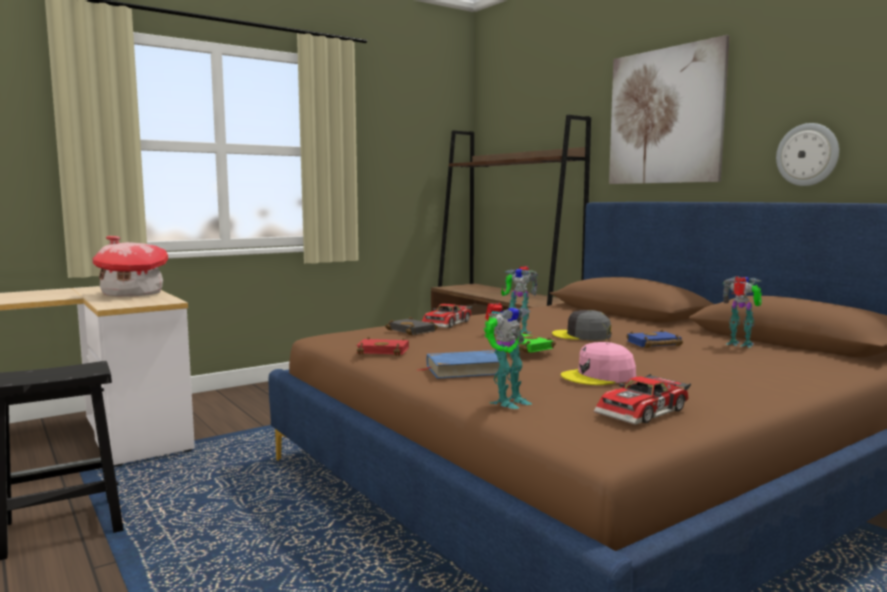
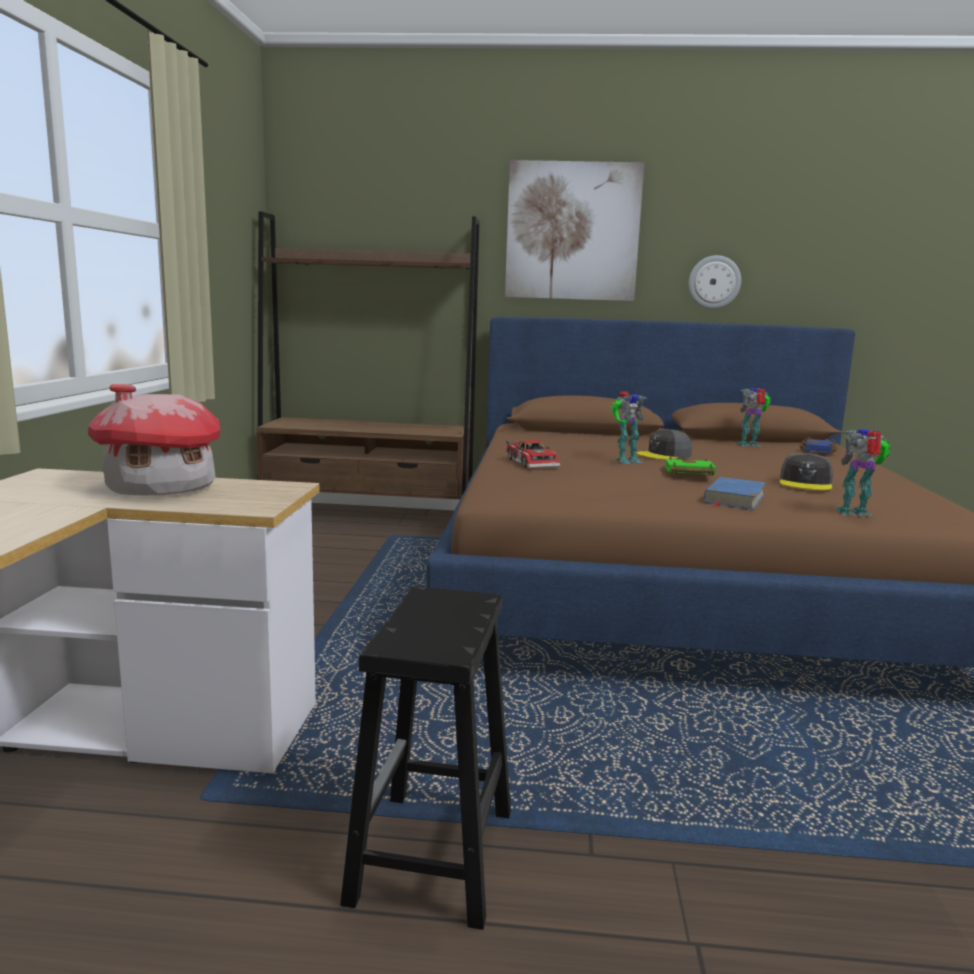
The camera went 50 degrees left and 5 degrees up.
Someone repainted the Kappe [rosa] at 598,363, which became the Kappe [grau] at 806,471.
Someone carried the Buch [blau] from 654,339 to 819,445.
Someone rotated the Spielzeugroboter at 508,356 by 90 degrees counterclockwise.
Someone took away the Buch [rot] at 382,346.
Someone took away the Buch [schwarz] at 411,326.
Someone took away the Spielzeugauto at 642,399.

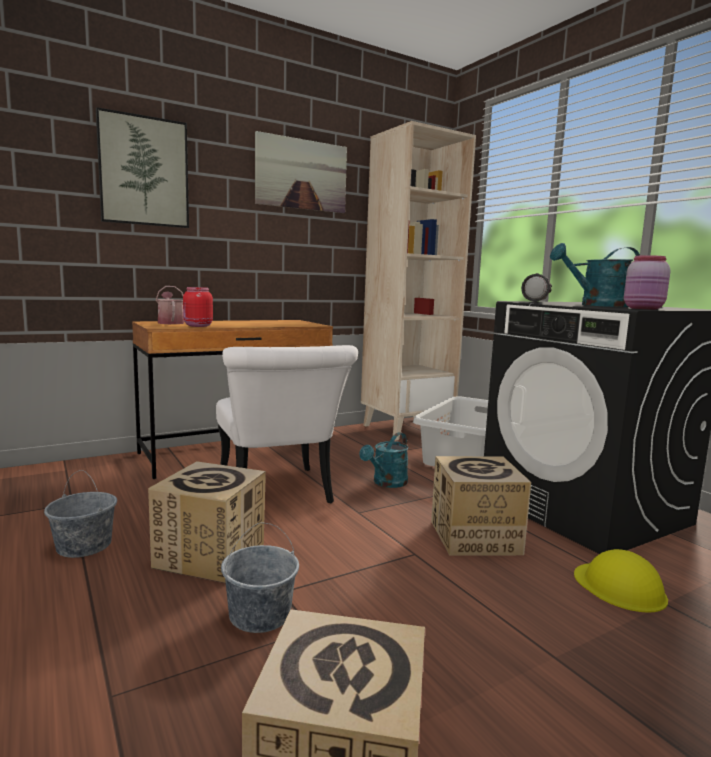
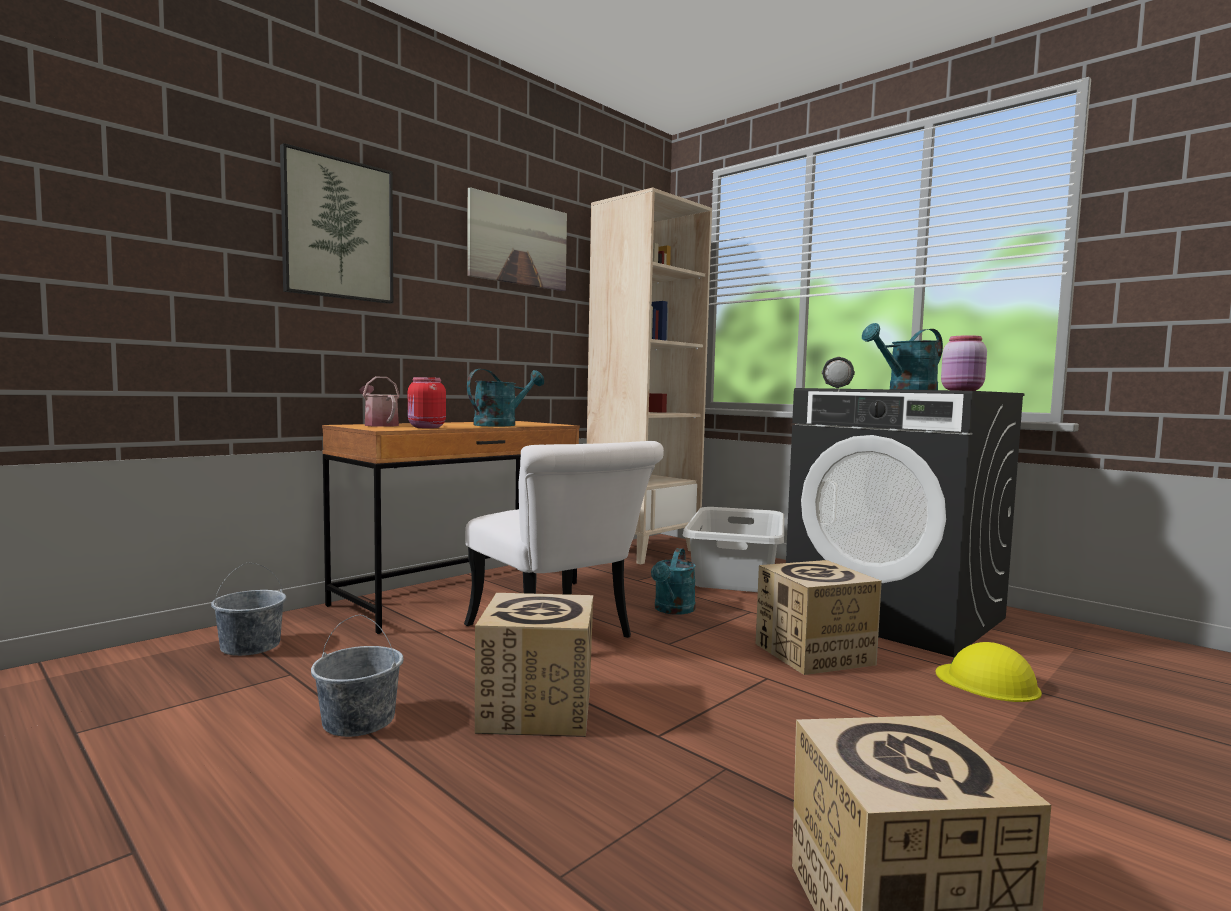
The camera went 15 degrees left and 5 degrees down.
Someone carried the Eimer [grau] from 260,578 to 248,609.
Someone put down the Gießkanne [türkis] at 505,397.

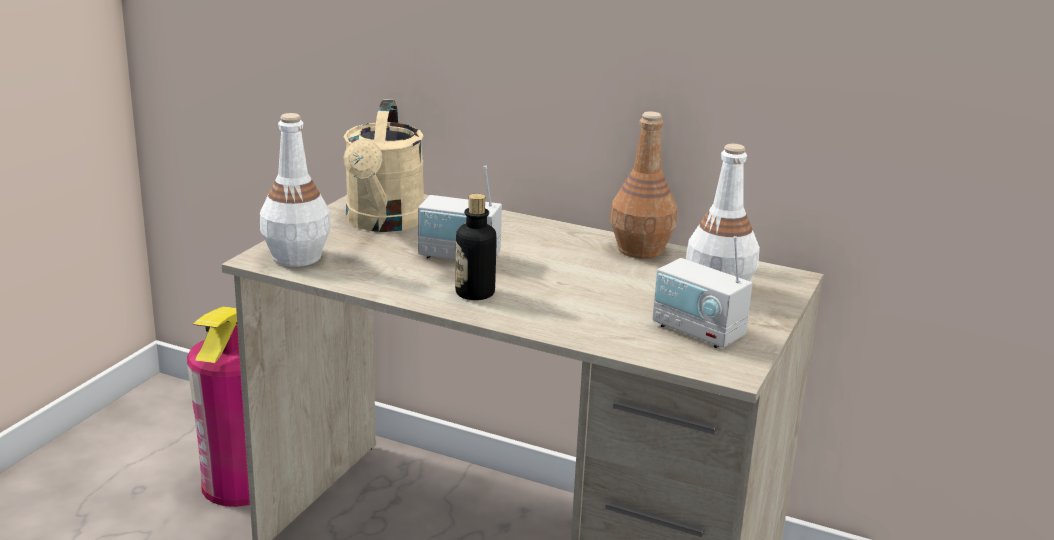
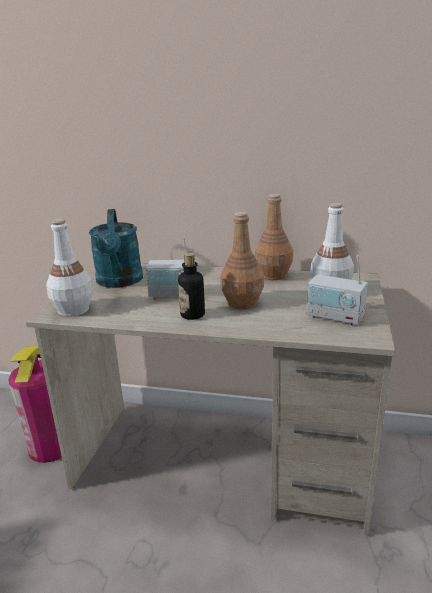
The camera went 10 degrees left and 0 degrees up.
Someone repainted the Gießkanne [beige] at 383,165, which became the Gießkanne [türkis] at 116,248.
Someone put down the Flasche [braun] at 242,260.

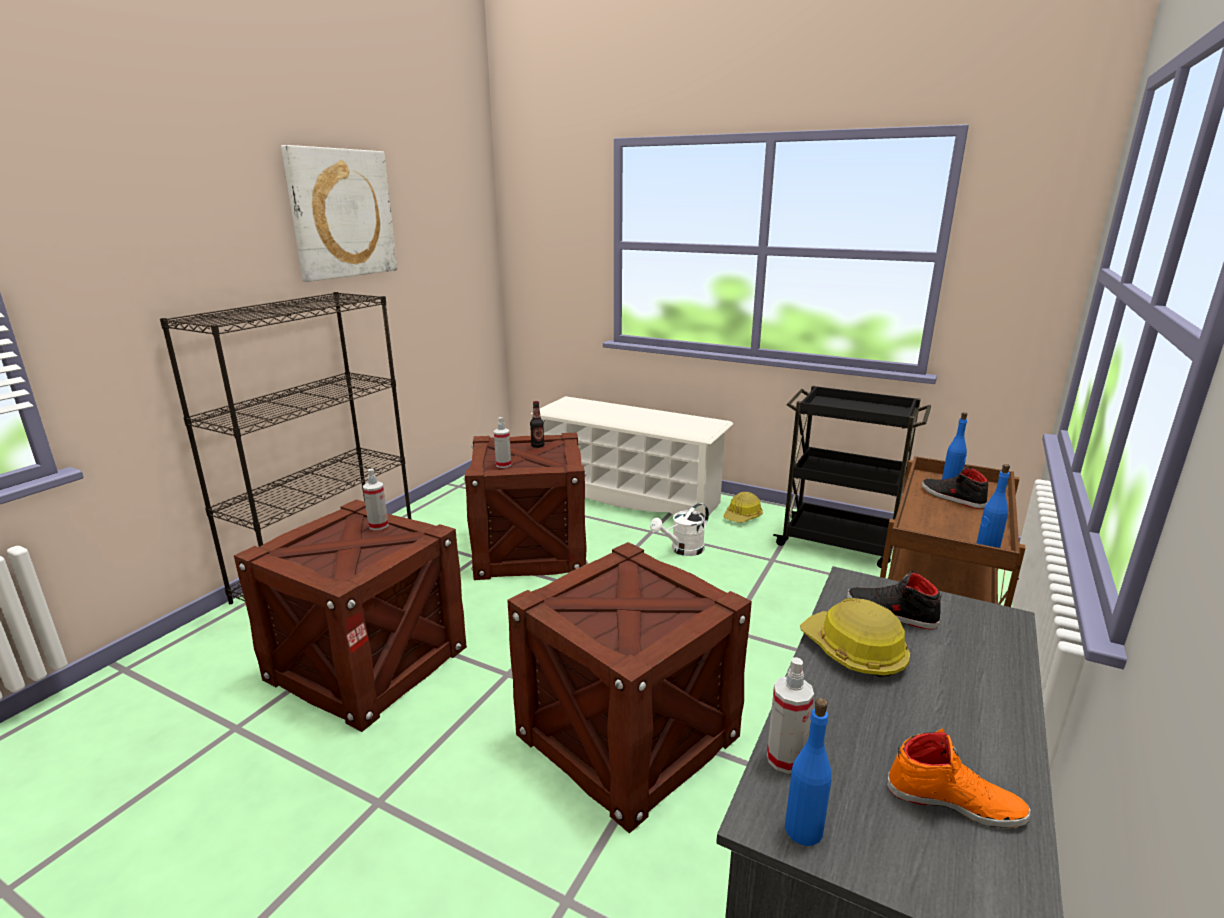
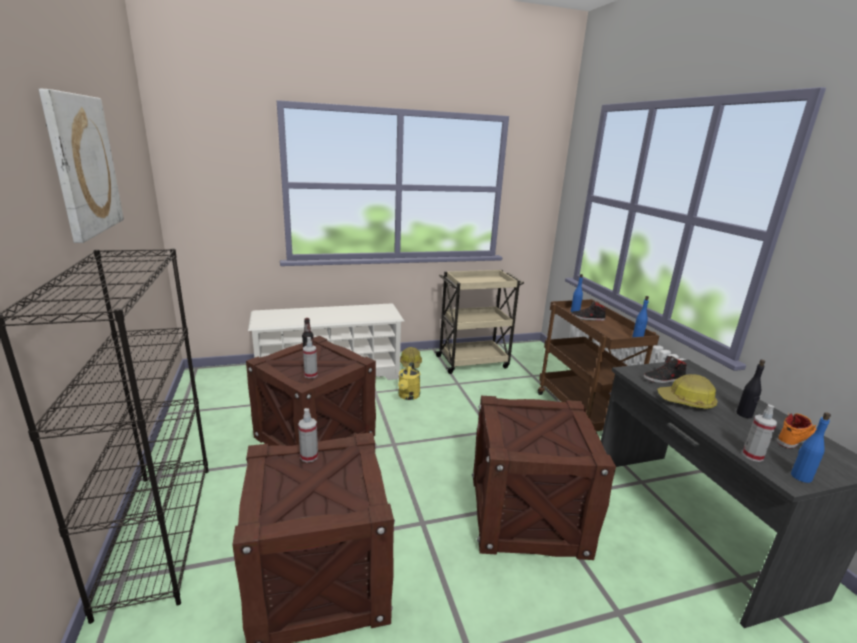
The camera went 45 degrees left and 0 degrees up.
Someone repainted the Gießkanne [weiß] at 679,529, which became the Gießkanne [gelb] at 409,381.
Someone repainted the Rollwagen [schwarz] at 852,477, which became the Rollwagen [beige] at 479,322.
Someone put down the Flasche [schwarz] at 750,389.

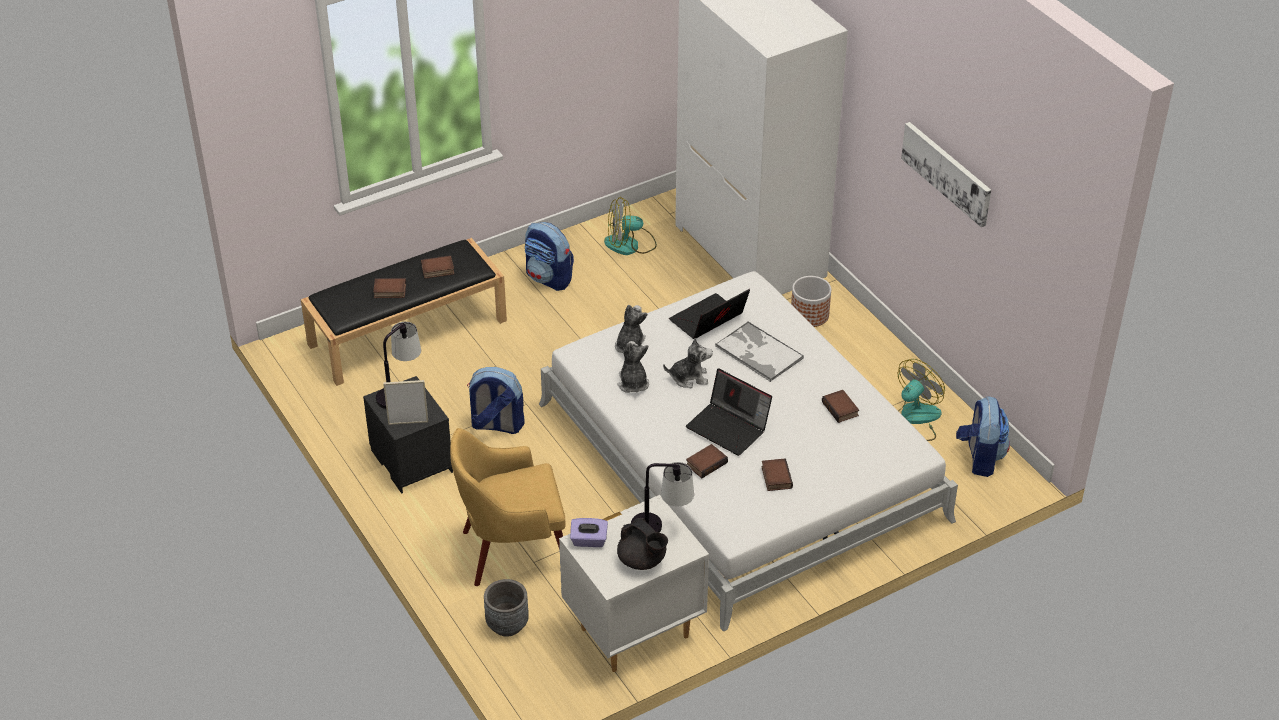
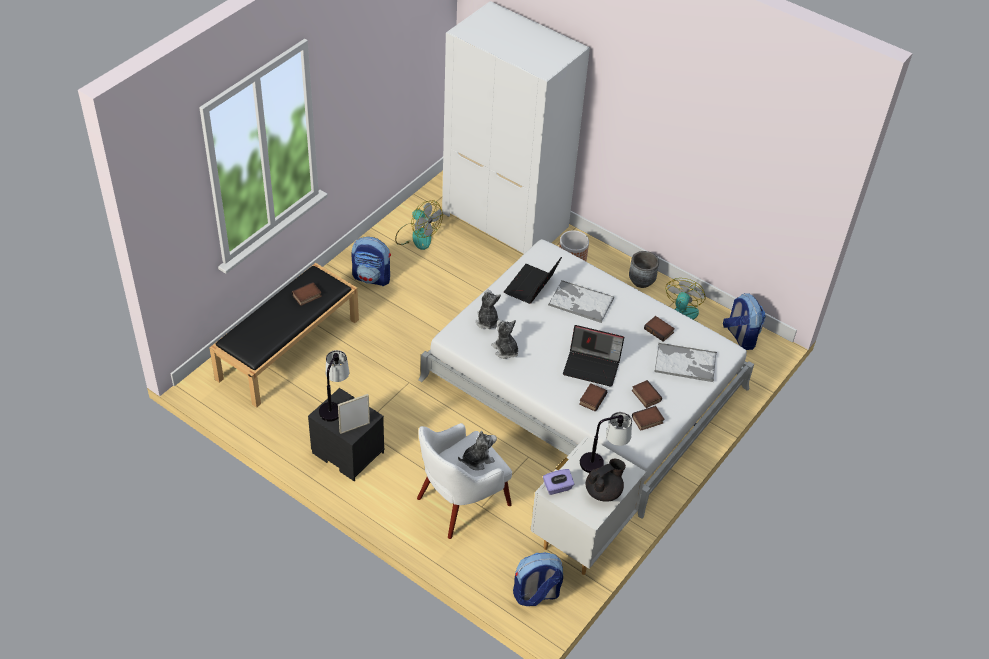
The camera went 25 degrees left and 5 degrees up.
Someone rotated the Ventilator at 630,226 by 105 degrees counterclockwise.
Someone repainted the Sessel [gelb] at 507,507, which became the Sessel [weiß] at 464,481.
Someone carried the Plüschtier from 688,363 to 477,450.
Someone carried the Rucksack from 496,400 to 538,579.
Someone rotated the Teekanne [schwarz] at 642,544 by 60 degrees counterclockwise.
Someone carried the Pflanzkübel [grau] from 506,607 to 644,269.
Someone carried the Buch from 389,288 to 648,418.
Someone put down the Tablett at 685,362.
Someone took away the Bild at 946,174.

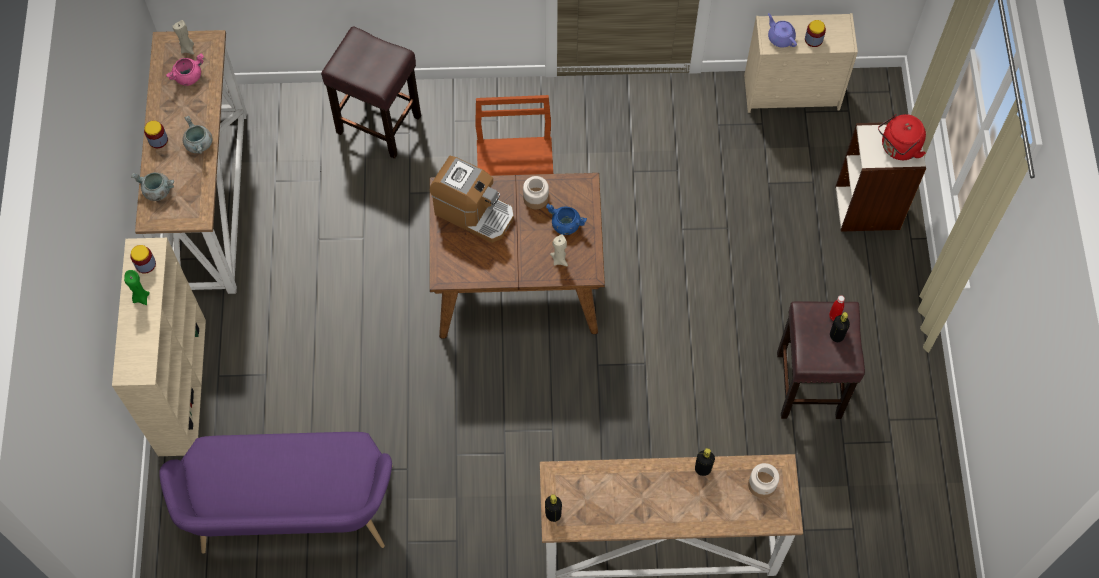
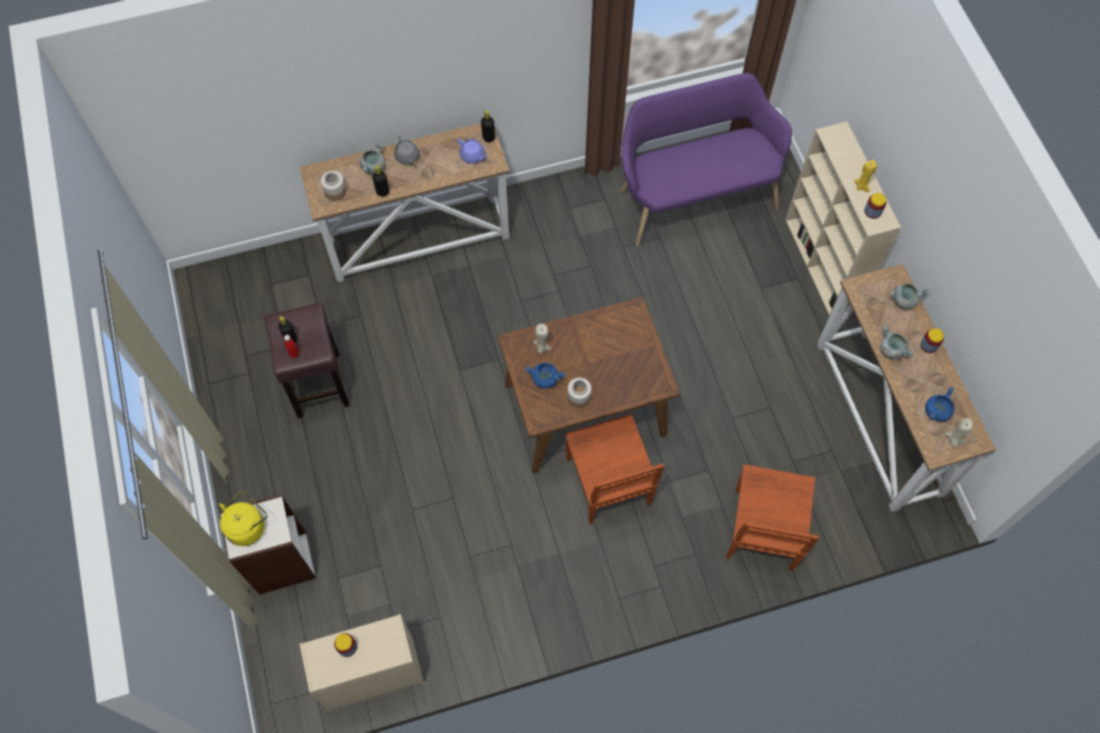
The camera went 165 degrees right and 0 degrees up.
Someone repainted the Wasserkessel [rot] at 902,137, which became the Wasserkessel [gelb] at 243,519.
Someone put down the Kochtopf [grau] at 372,157.
Someone put down the Teekanne [grau] at 406,150.
Someone carried the Teekanne [lila] from 782,30 to 472,151.
Someone swapped the Hocker [braun] at 371,92 for the Stuhl [braun] at 772,517.
Someone repainted the Kerze [grün] at 137,287, which became the Kerze [gelb] at 865,176.
Someone repainted the Kochtopf [rosa] at 185,69, which became the Kochtopf [blau] at 939,404.
Someone took away the Kaffeemaschine at 472,199.

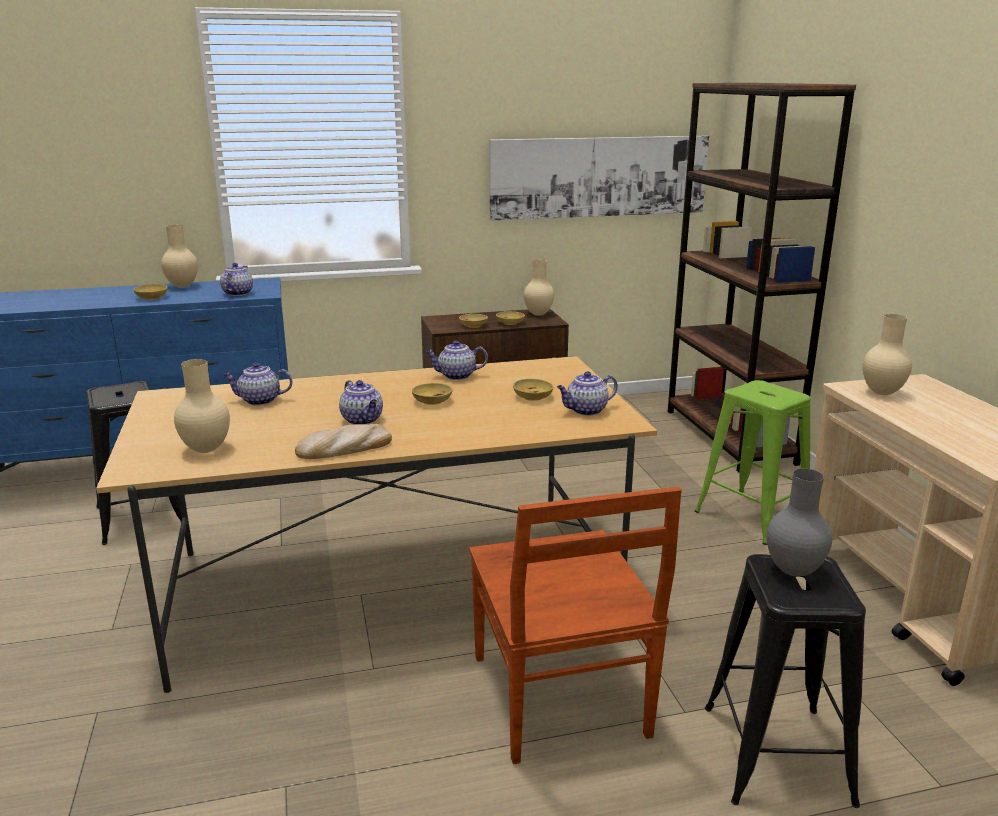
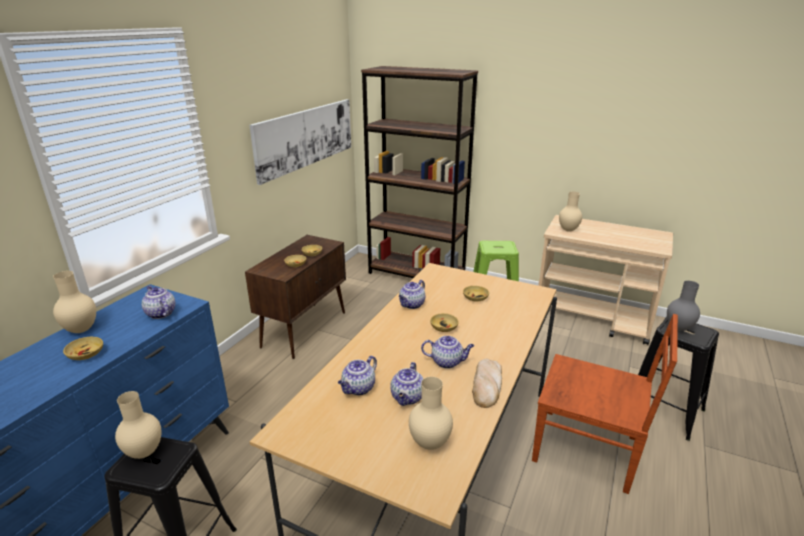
The camera went 50 degrees left and 5 degrees up.
Someone carried the Vase [beige] from 539,288 to 138,425.
Someone carried the Teekanne from 587,393 to 406,384.

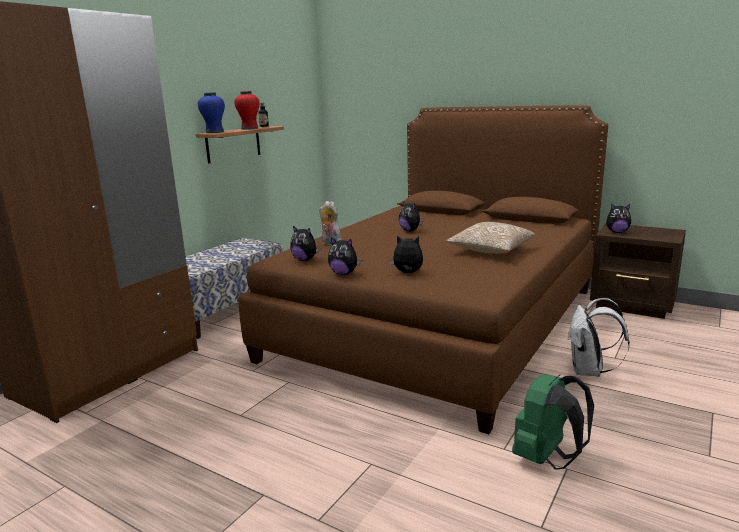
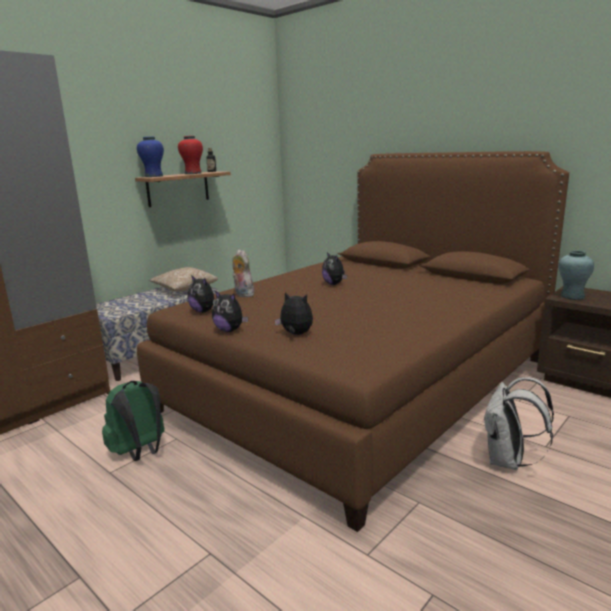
The camera went 10 degrees right and 0 degrees up.
Someone carried the Rucksack [grün] from 553,422 to 133,421.
Someone carried the Kissen from 490,238 to 183,279.
Someone swapped the Plüschtier at 618,218 for the Vase [türkis] at 576,275.

